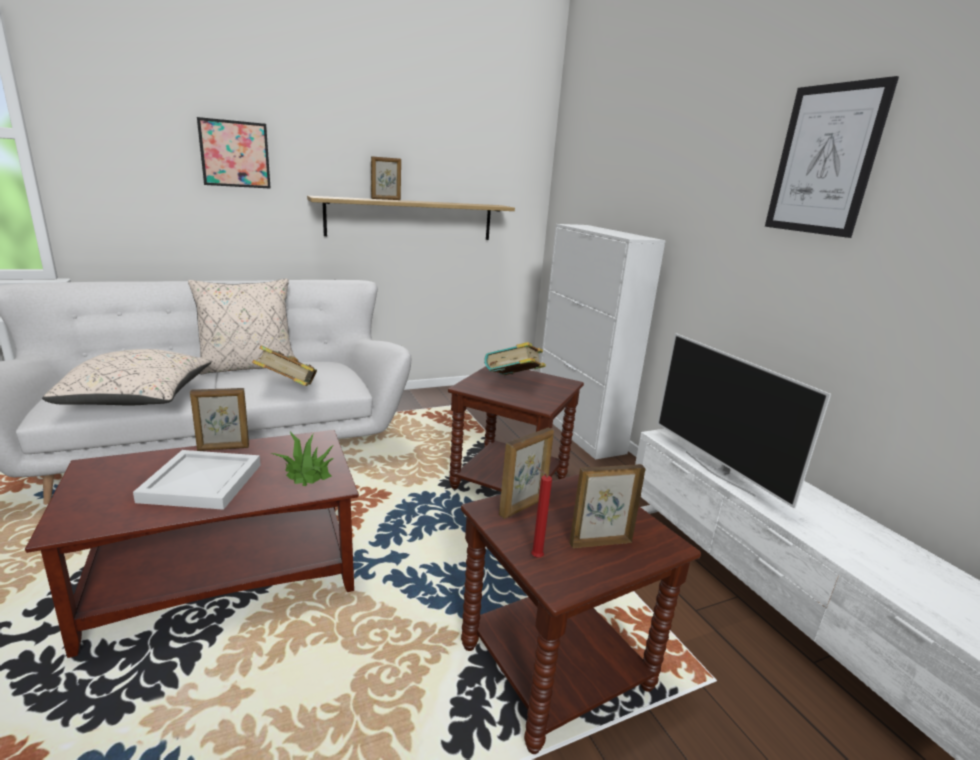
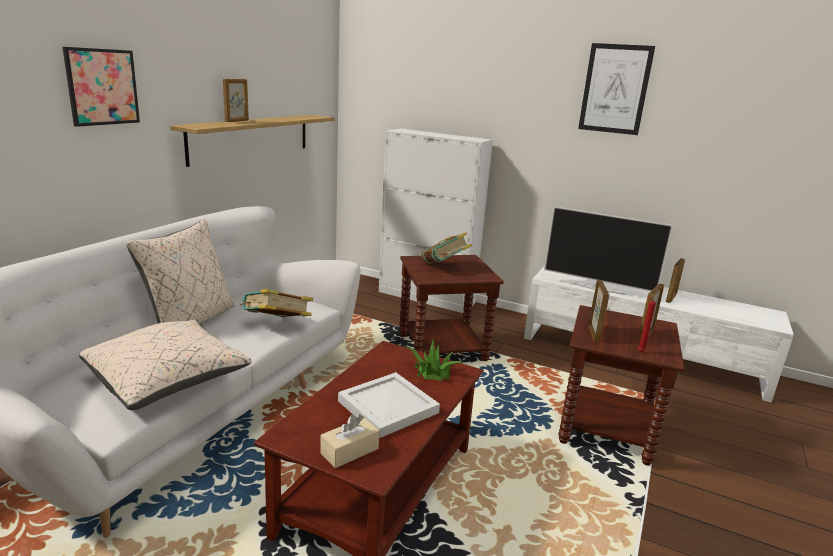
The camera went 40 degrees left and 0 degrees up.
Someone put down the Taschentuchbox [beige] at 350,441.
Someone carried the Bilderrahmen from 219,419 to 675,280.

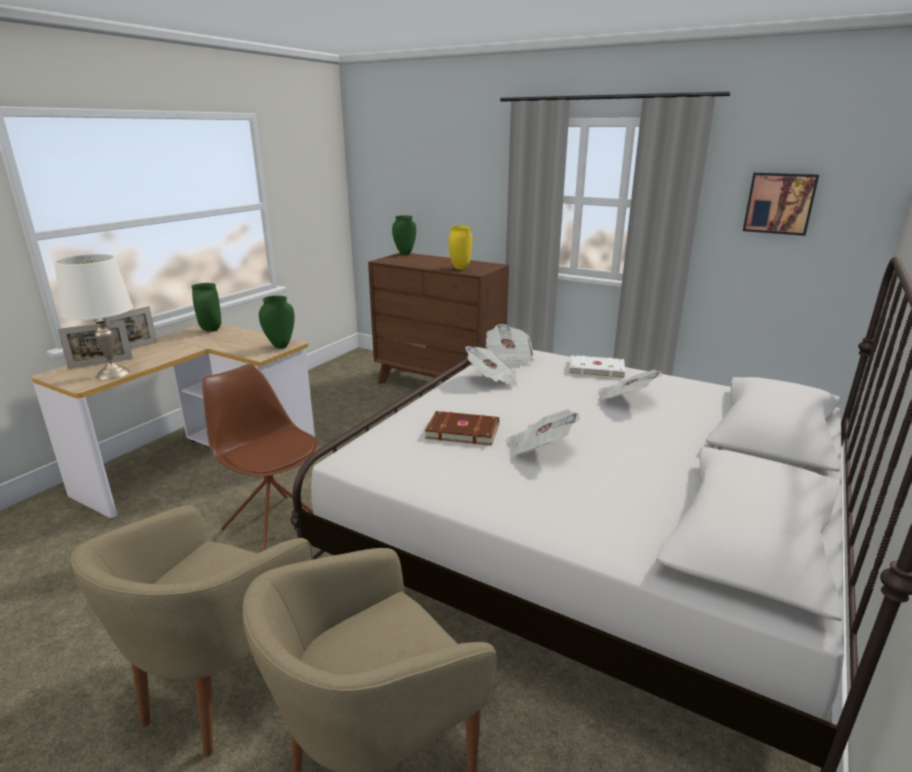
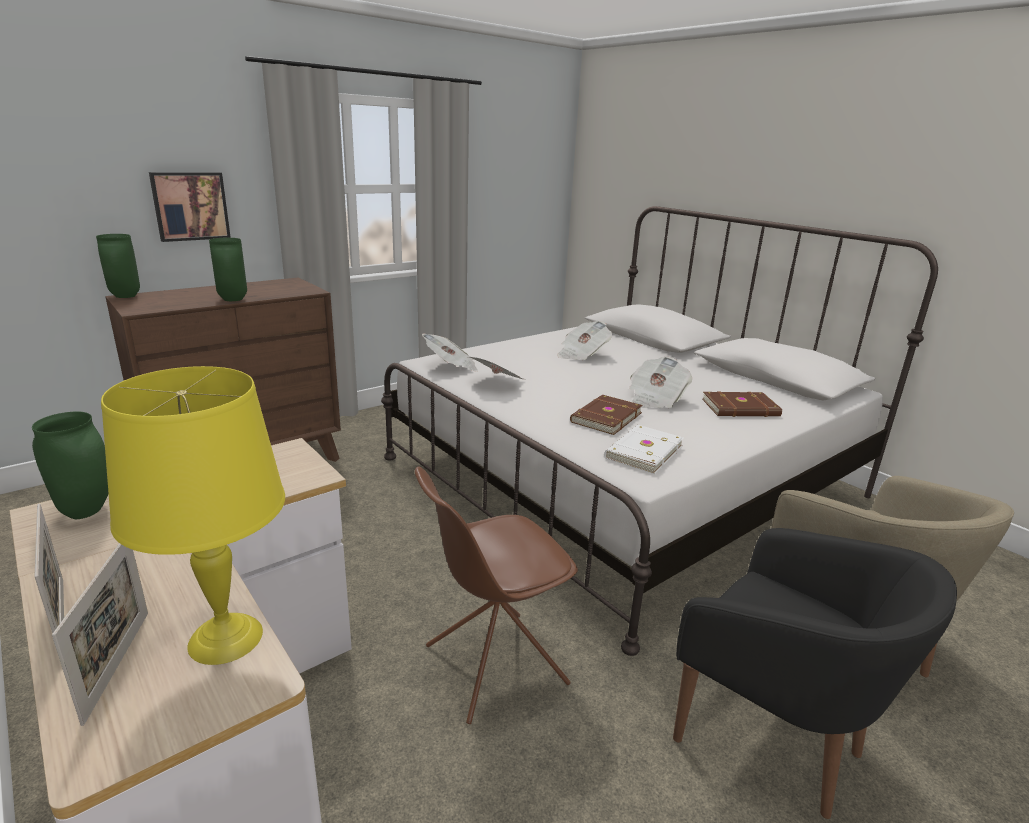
The camera went 70 degrees left and 0 degrees up.
Someone repainted the Tischlampe [weiß] at 93,317, which became the Tischlampe [gelb] at 193,515.
Someone carried the Bild from 781,204 to 190,207.
Someone carried the Vase [grün] from 277,322 to 228,269.
Someone carried the Buch [weiß] from 597,367 to 644,449.
Someone repainted the Sessel [beige] at 192,631, which became the Sessel [schwarz] at 815,673.
Someone put down the Buch [braun] at 742,404.
Someone took away the Vase [gelb] at 460,248.

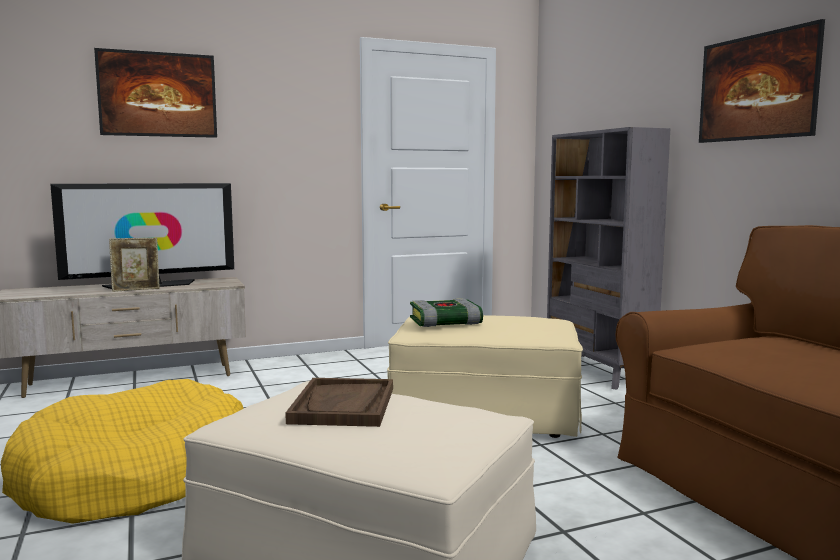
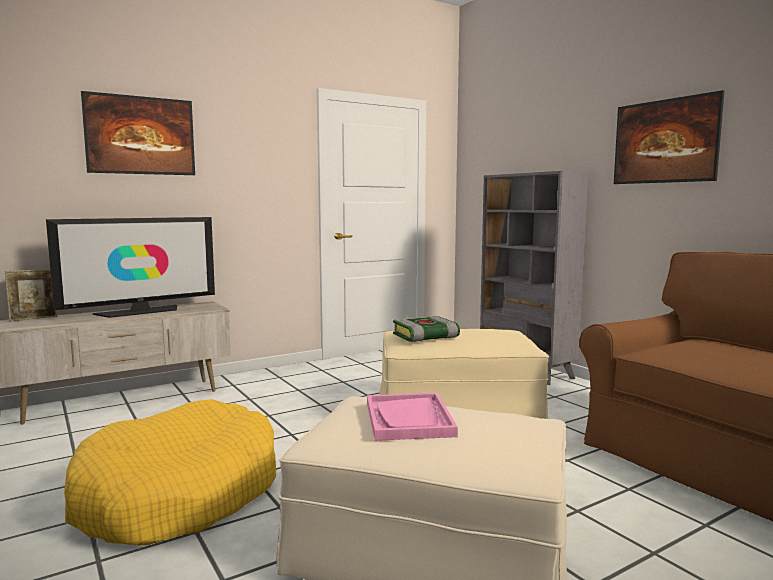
The camera went 10 degrees left and 0 degrees up.
Someone carried the Bilderrahmen from 134,265 to 31,295.
Someone repainted the Tablett [braun] at 339,402, which became the Tablett [rosa] at 412,417.

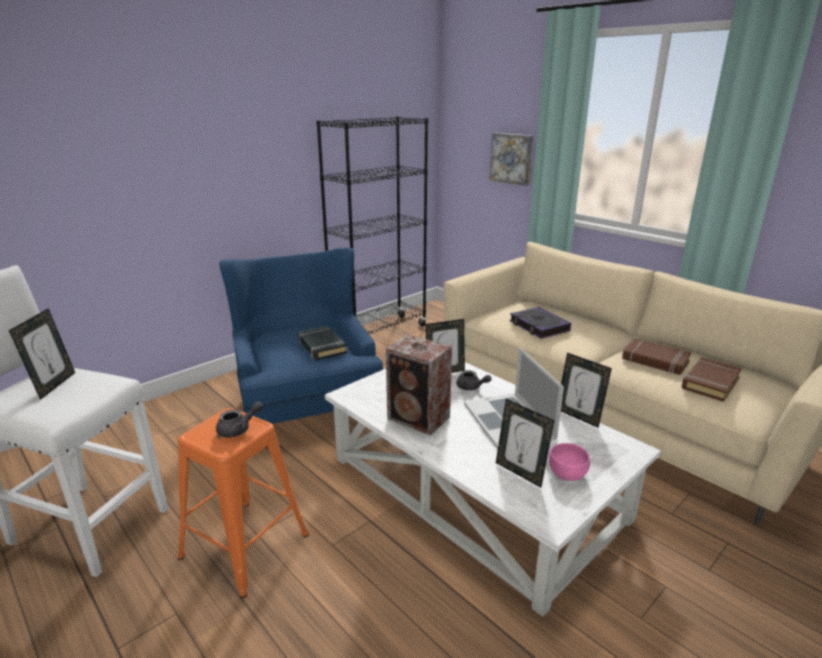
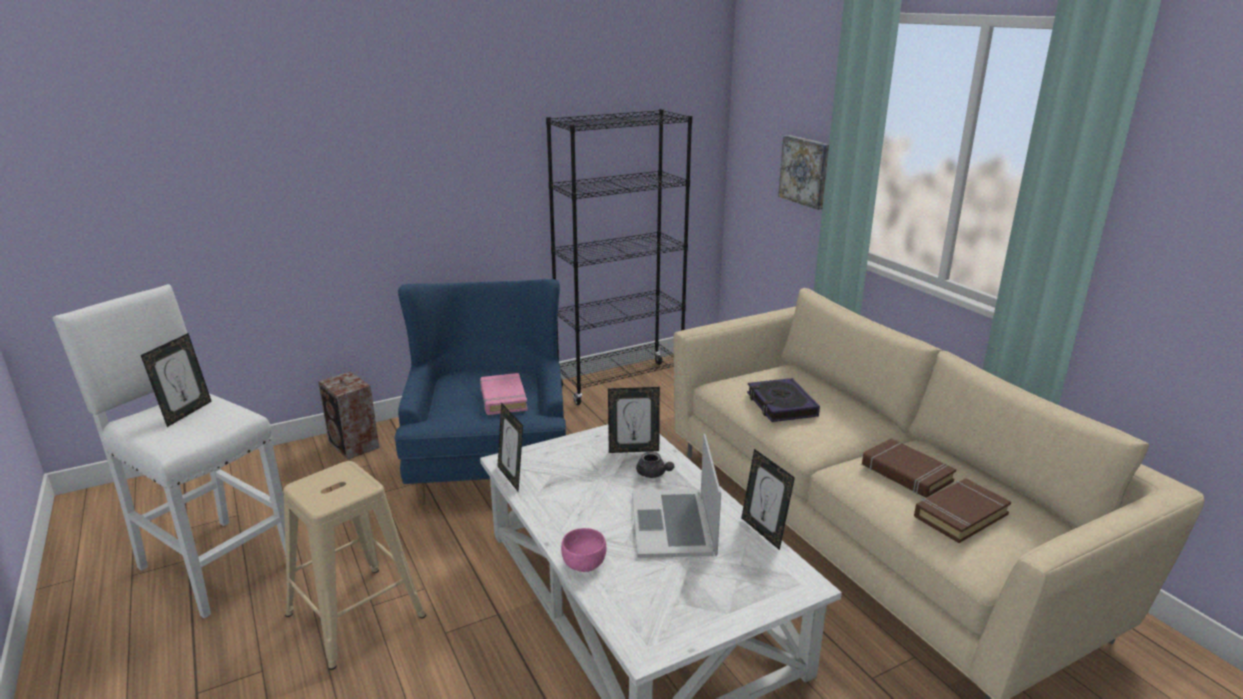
The camera went 15 degrees right and 0 degrees up.
Someone repainted the Hocker [orange] at 243,503, which became the Hocker [beige] at 354,565.
Someone carried the Lautsprecher from 419,384 to 348,415.
Someone repainted the Buch [schwarz] at 322,343, which became the Buch [rosa] at 504,394.
Someone carried the Bilderrahmen from 525,443 to 510,447.
Someone carried the Schüssel [rosa] from 569,462 to 584,550.
Someone took away the Teekanne [grau] at 239,420.

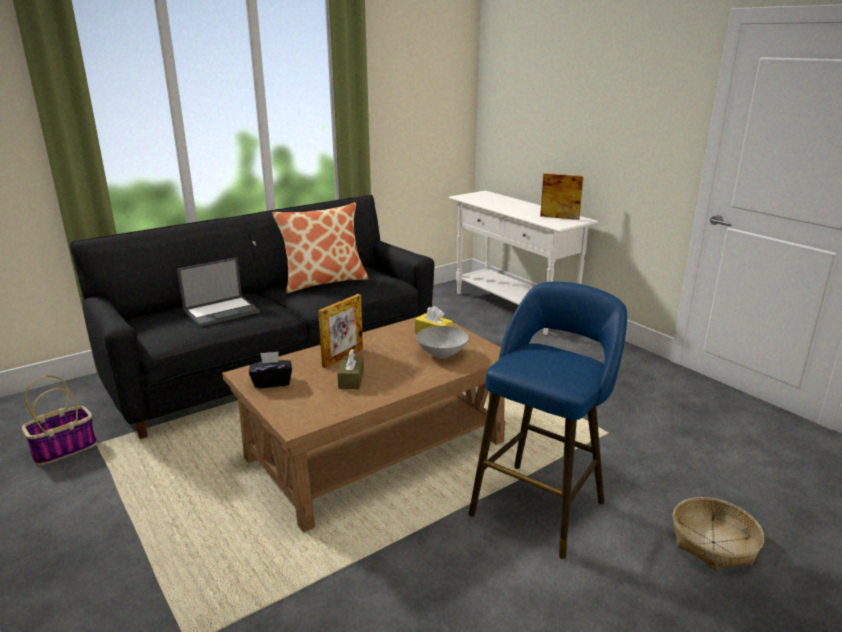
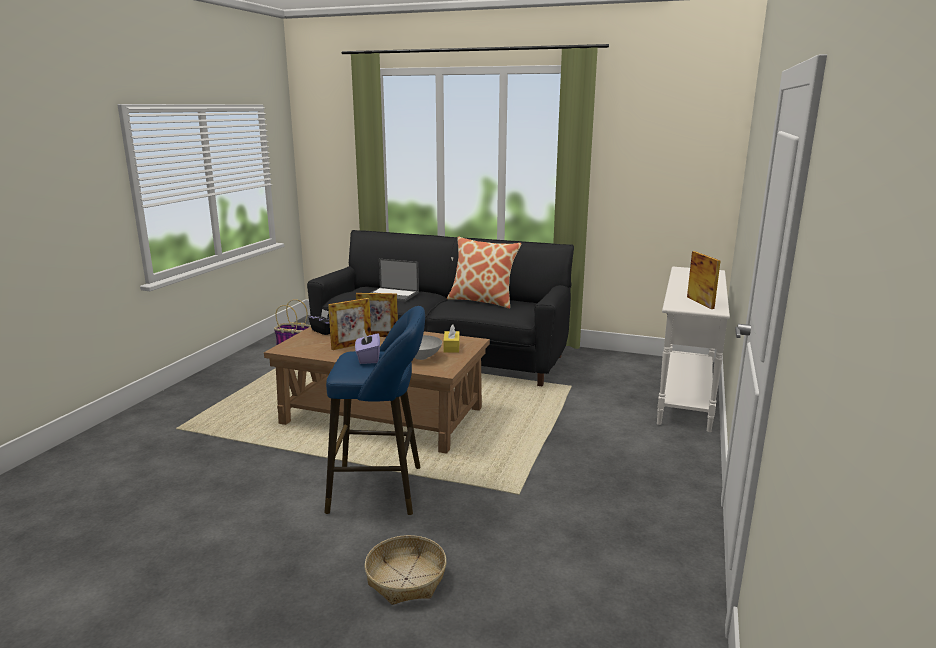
The camera went 55 degrees right and 5 degrees down.
Someone swapped the Taschentuchbox [braun] at 350,369 for the Bilderrahmen at 349,324.
Someone put down the Taschentuchbox [lila] at 367,347.

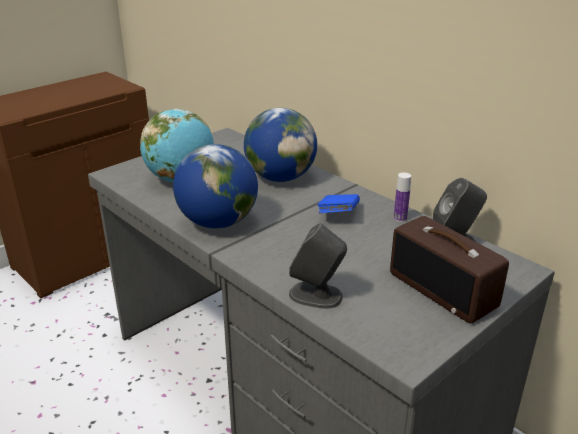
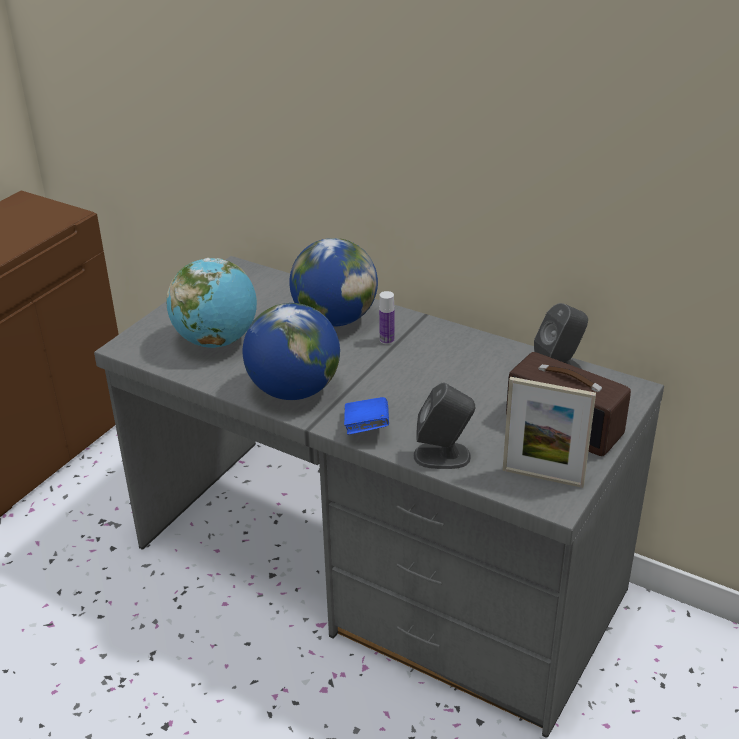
The camera went 15 degrees left and 5 degrees up.
Someone carried the Buch [blau] from 338,203 to 366,416.
Someone carried the Flasche from 402,197 to 386,318.
Someone put down the Bilderrahmen at 549,432.

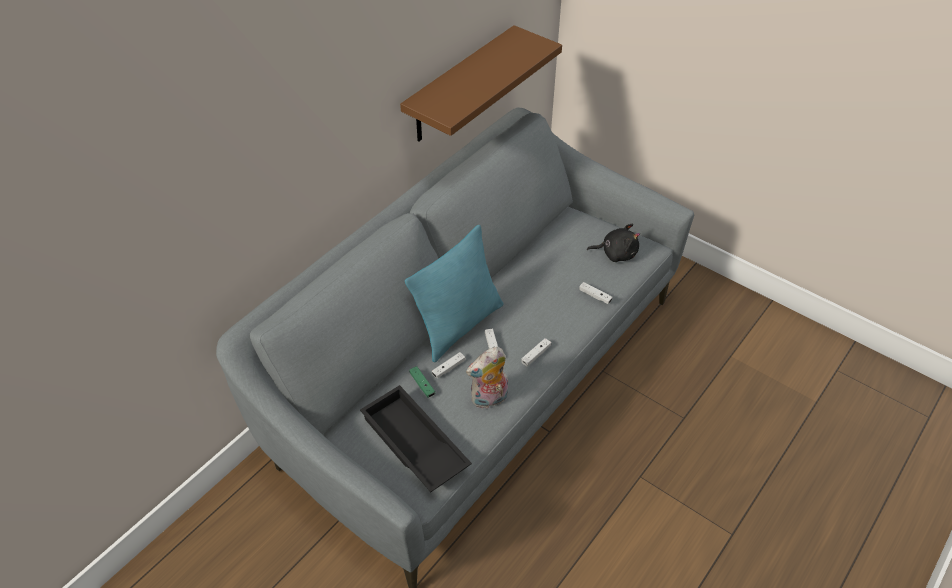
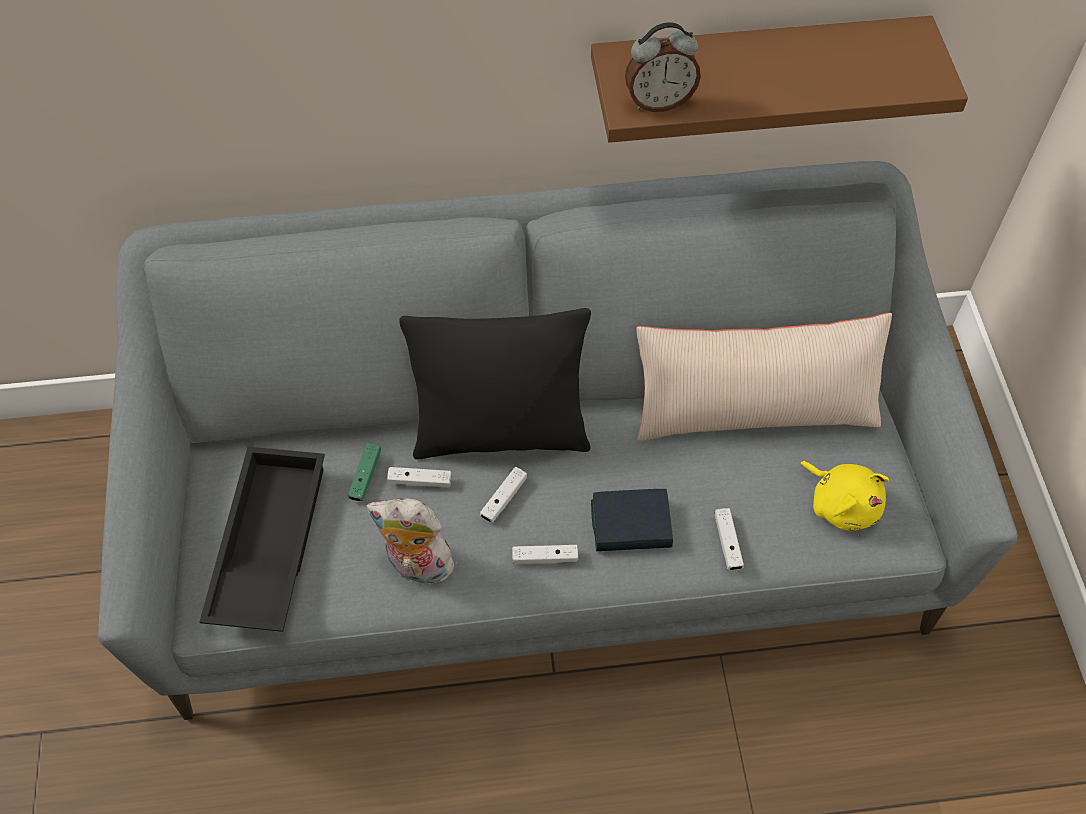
The camera went 45 degrees right and 10 degrees up.
Someone repainted the Kissen [türkis] at 454,293, which became the Kissen [schwarz] at 495,383.
Someone put down the Buch at 632,520.
Someone put down the Wecker at 663,67.
Someone put down the Kissen [beige] at 764,377.
Someone repainted the Plüschtier [schwarz] at 613,243, which became the Plüschtier [gelb] at 844,496.

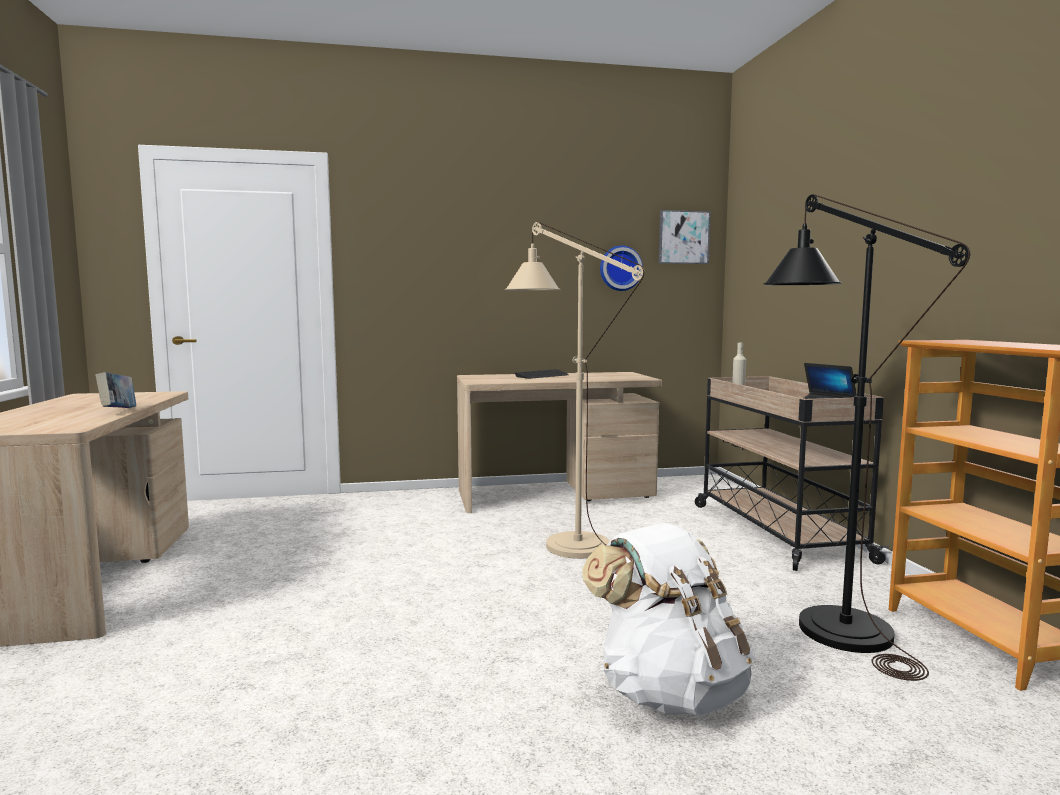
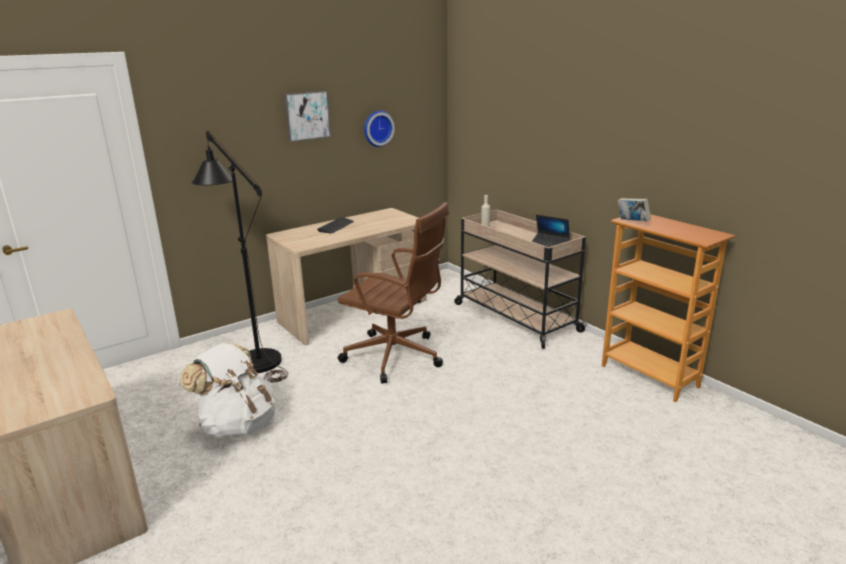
The camera went 25 degrees left and 15 degrees up.
Someone carried the Rucksack [weiß] from 668,619 to 227,390.
Someone carried the Stehlampe [schwarz] from 866,437 to 240,256.
Someone carried the Bild from 685,237 to 307,116.
Someone swapped the Stehlampe [beige] at 574,390 for the Bürostuhl [braun] at 393,292.
Someone carried the Buch from 115,390 to 634,210.

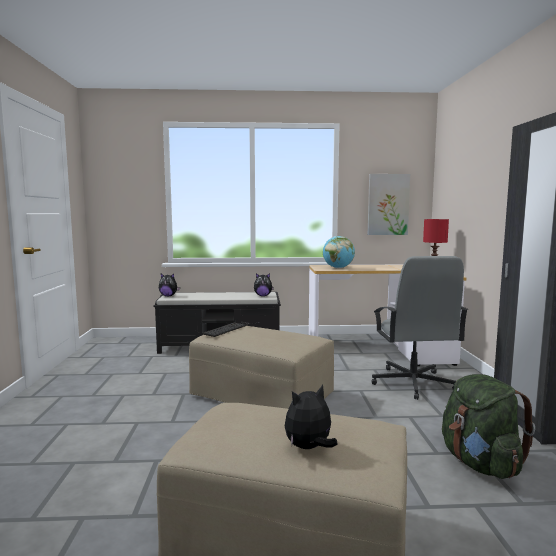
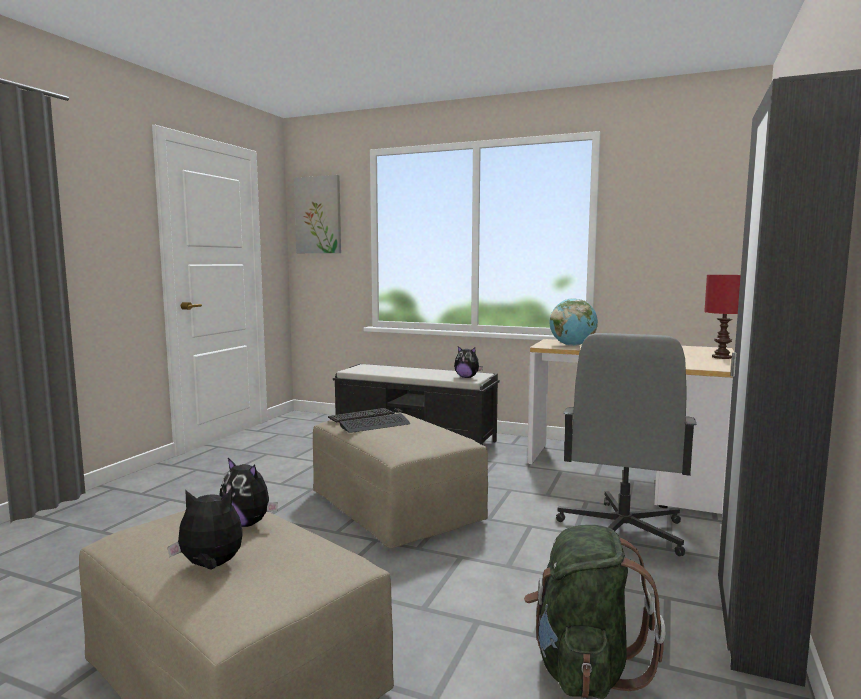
The camera went 25 degrees right and 0 degrees up.
Someone carried the Plüschtier from 169,285 to 248,492.
Someone carried the Bild from 389,204 to 317,214.
Someone put down the Tastatur at 374,423.

